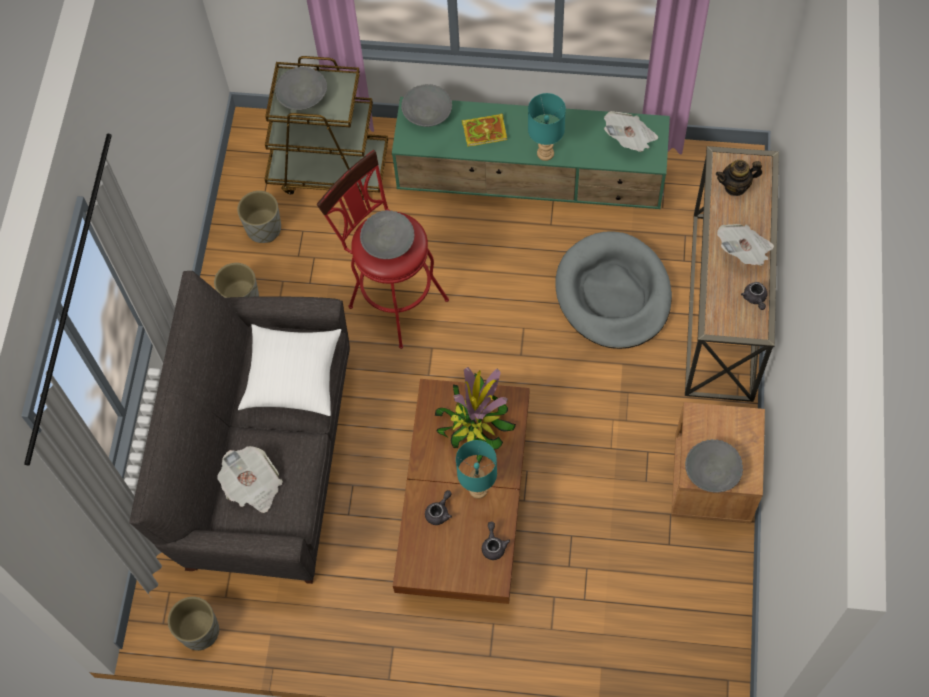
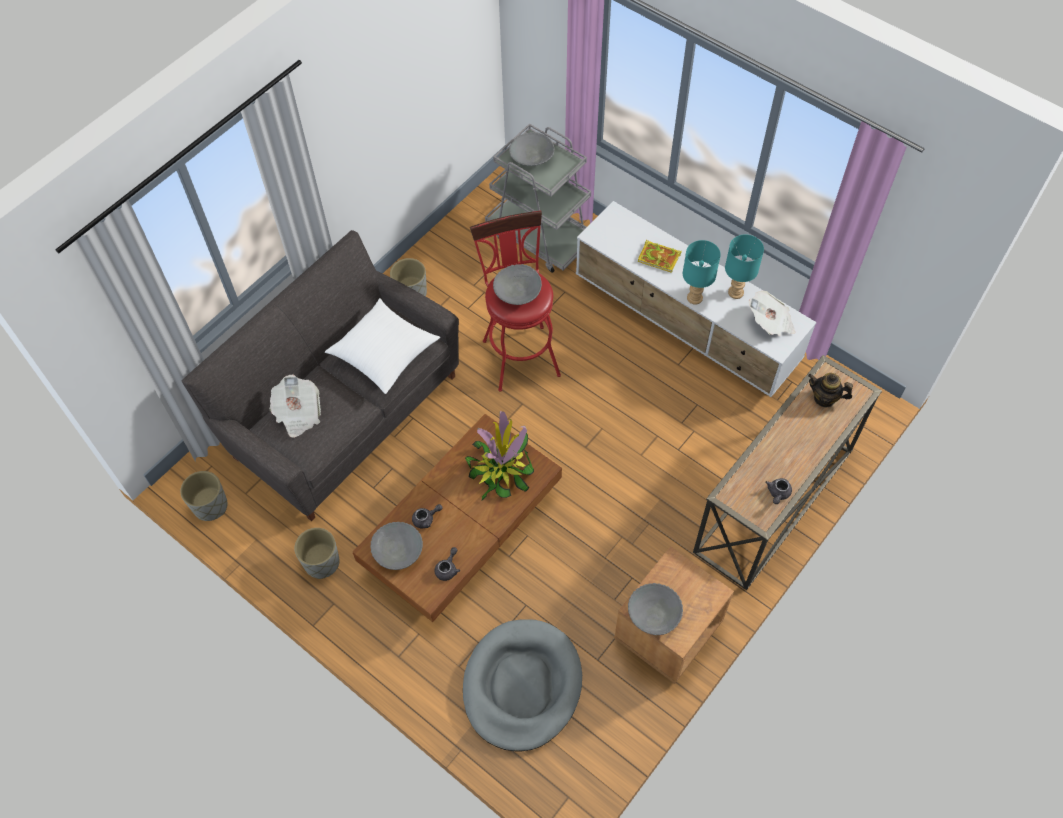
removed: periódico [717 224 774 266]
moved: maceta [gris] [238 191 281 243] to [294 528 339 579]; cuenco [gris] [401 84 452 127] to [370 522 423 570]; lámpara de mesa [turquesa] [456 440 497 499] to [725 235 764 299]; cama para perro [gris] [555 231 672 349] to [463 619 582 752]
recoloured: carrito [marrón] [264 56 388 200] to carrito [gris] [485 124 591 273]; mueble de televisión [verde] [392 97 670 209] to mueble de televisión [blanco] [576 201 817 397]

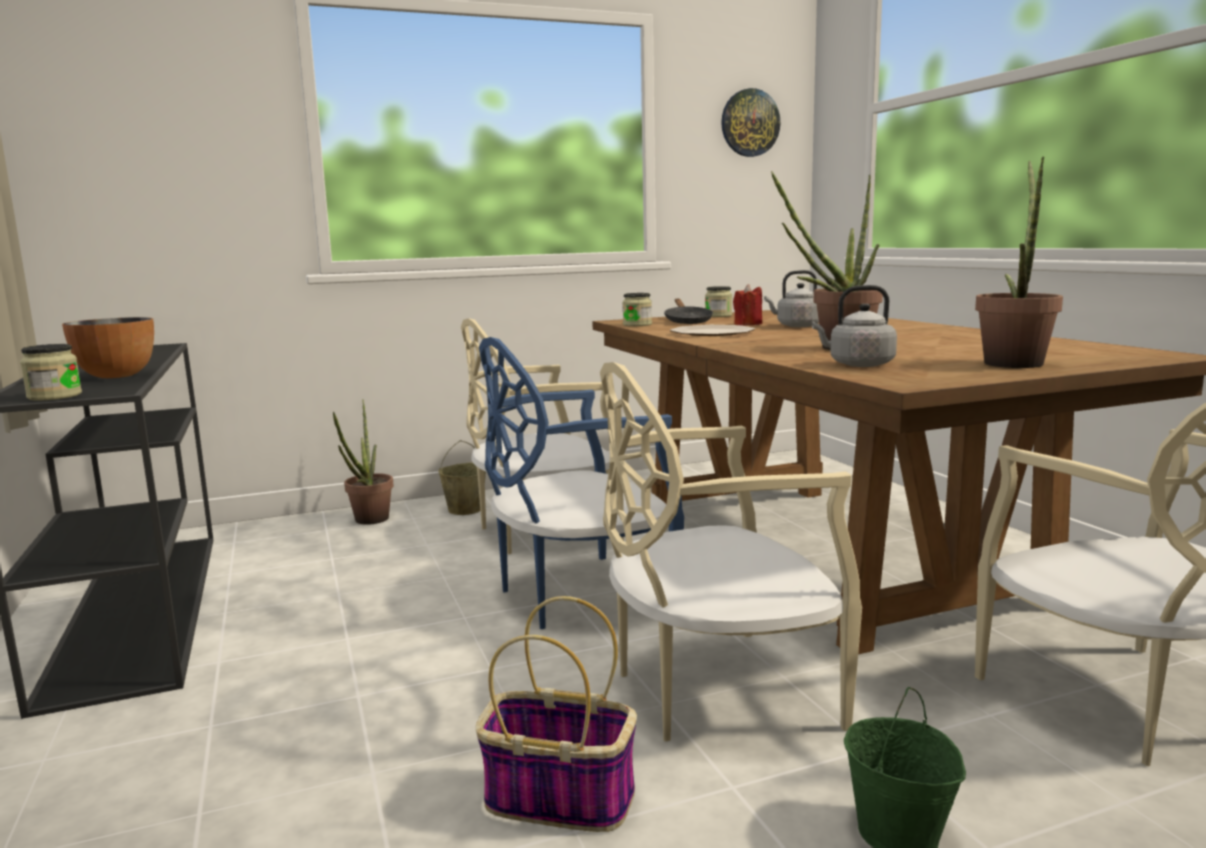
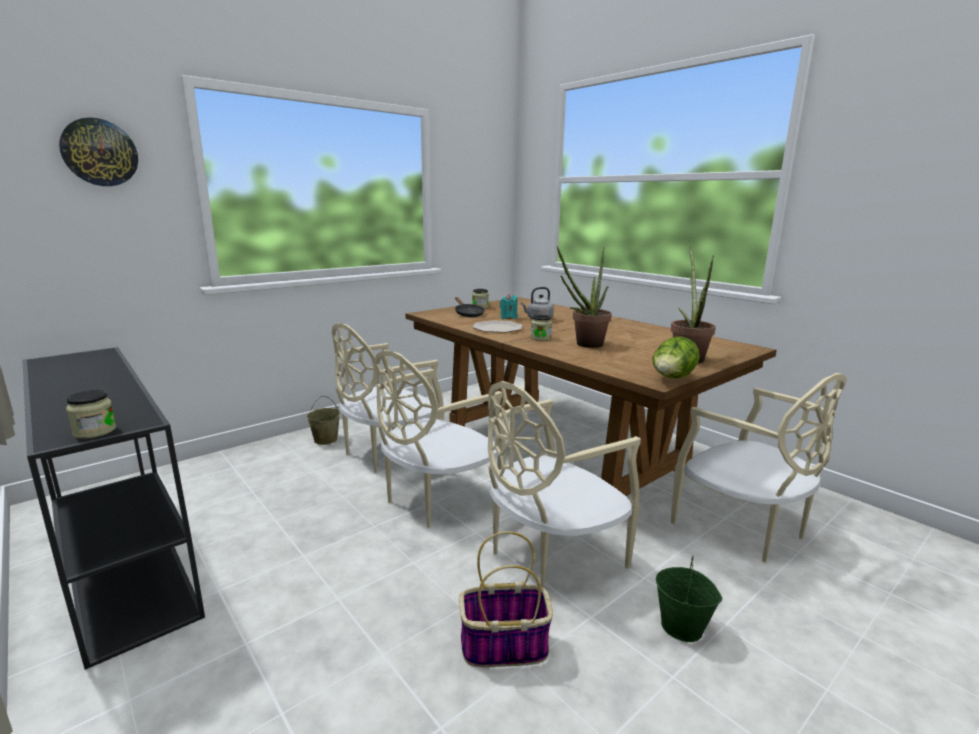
removed: cuenco [62 317 154 378]; planta en maceta [333 400 394 525]; hervidor [gris] [812 285 897 367]
added: lechuga [652 337 700 378]
moved: tarro [623 293 652 326] to [530 315 552 341]; reloj de pared [721 88 780 157] to [59 118 138 186]
recoloured: silla [azul] [479 337 684 629] to silla [beis] [374 350 506 528]; vela [rojo] [733 284 762 326] to vela [turquesa] [500 294 518 319]

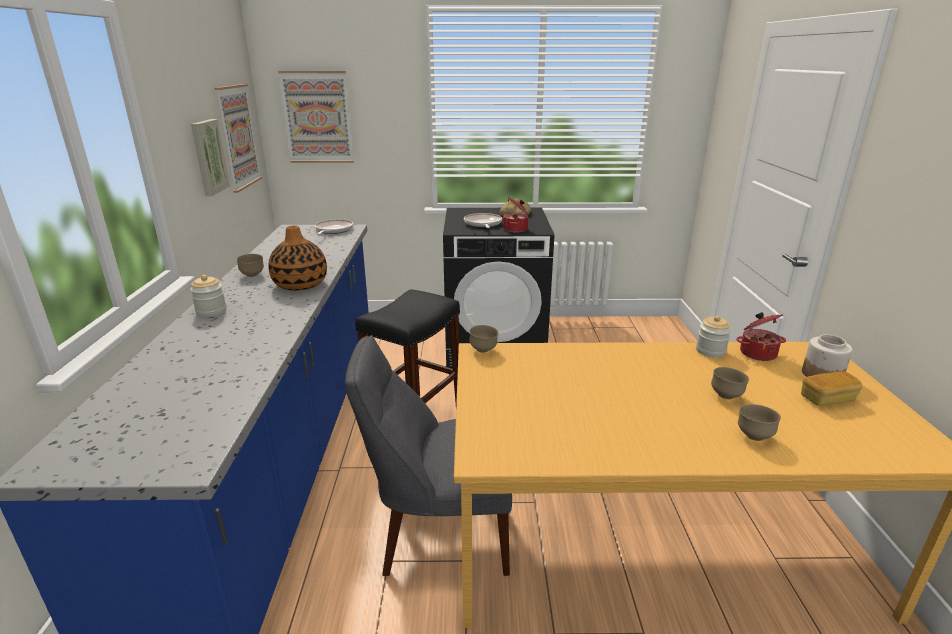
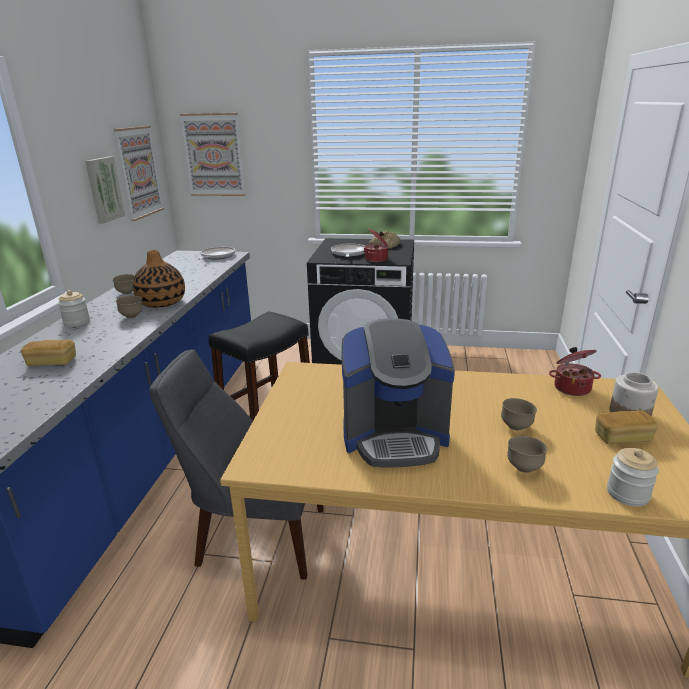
added: pan [21 339 76 366]; cafetera [342 318 455 467]
moved: cuenco [marrón] [470 325 499 353] to [116 296 143 318]; tarro [696 316 731 358] to [607 448 659 507]

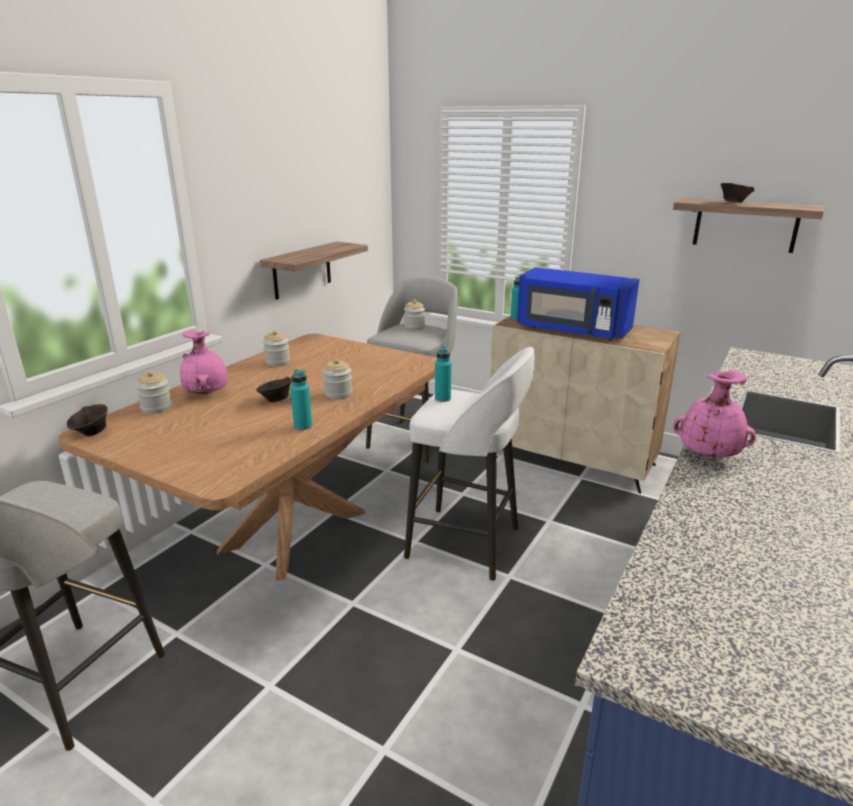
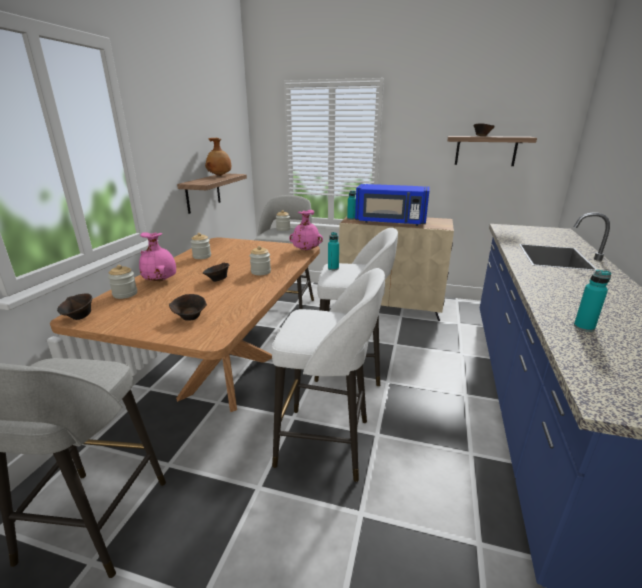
added: cuenco [marrón] [169 294 207 321]; florero [marrón] [205 138 231 176]; taburete [blanco] [272 268 385 482]
moved: botella [turquesa] [290 369 312 430] to [574 270 611 332]; florero [rosa] [673 370 756 458] to [289 210 323 251]

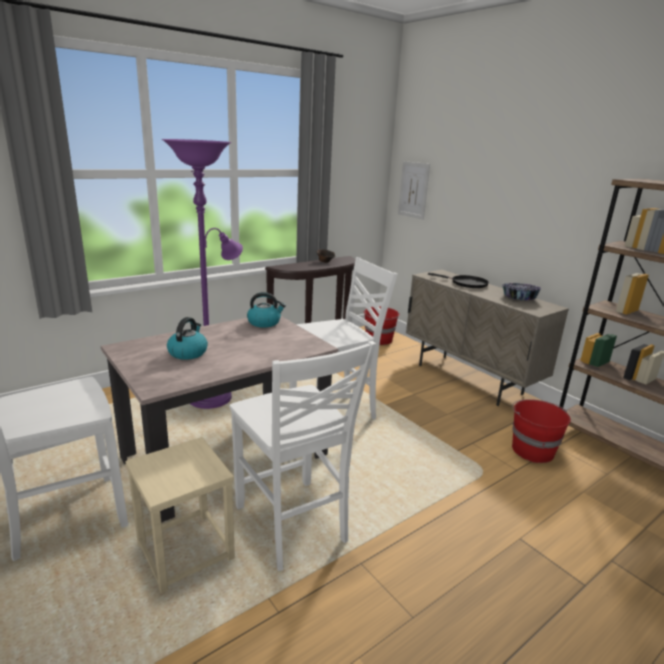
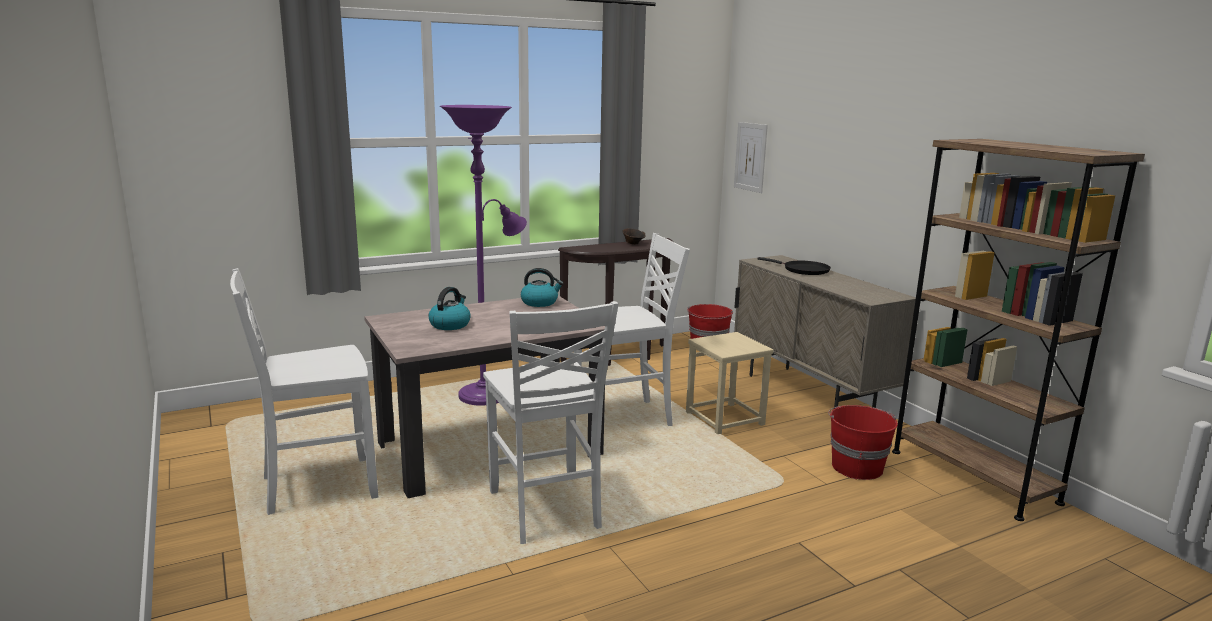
removed: cuenco [502 283 541 300]
moved: taburete [beis] [125 437 235 593] to [686 332 773 434]

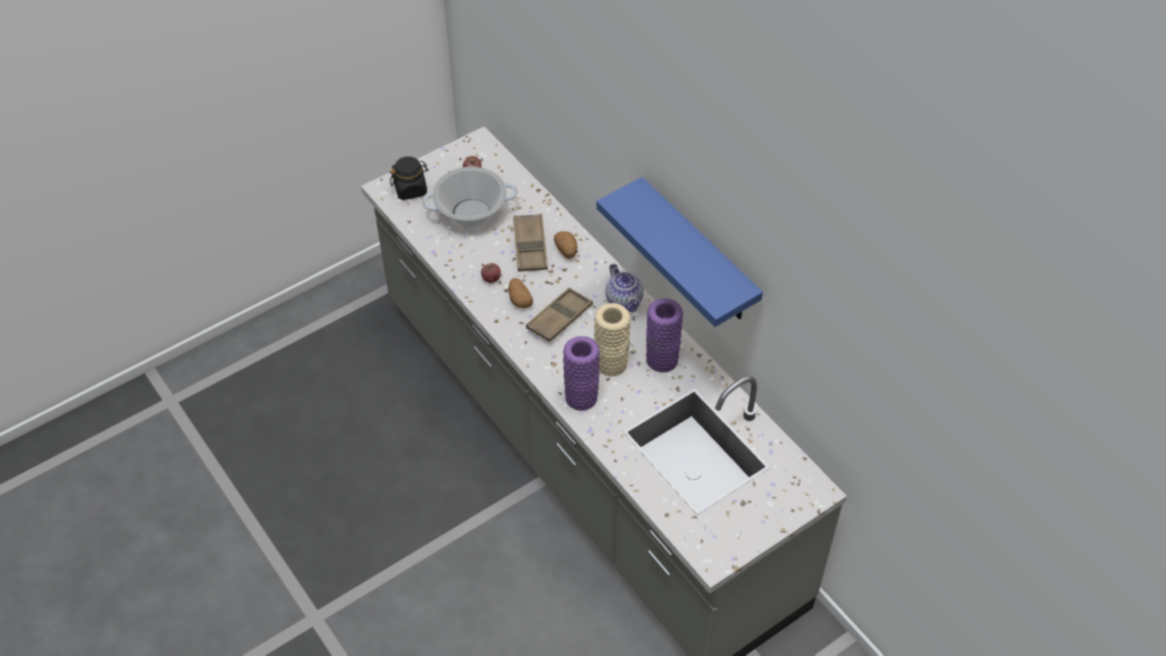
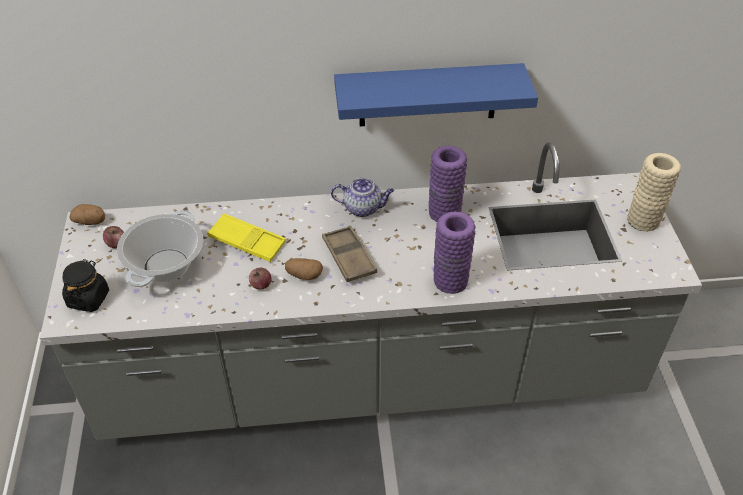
moved: patata [554 231 577 259] to [70 204 105 225]; florero [beis] [594 303 631 377] to [627 153 681 232]
recoloured: bandeja [marrón] [513 214 548 272] to bandeja [amarillo] [207 213 286 262]

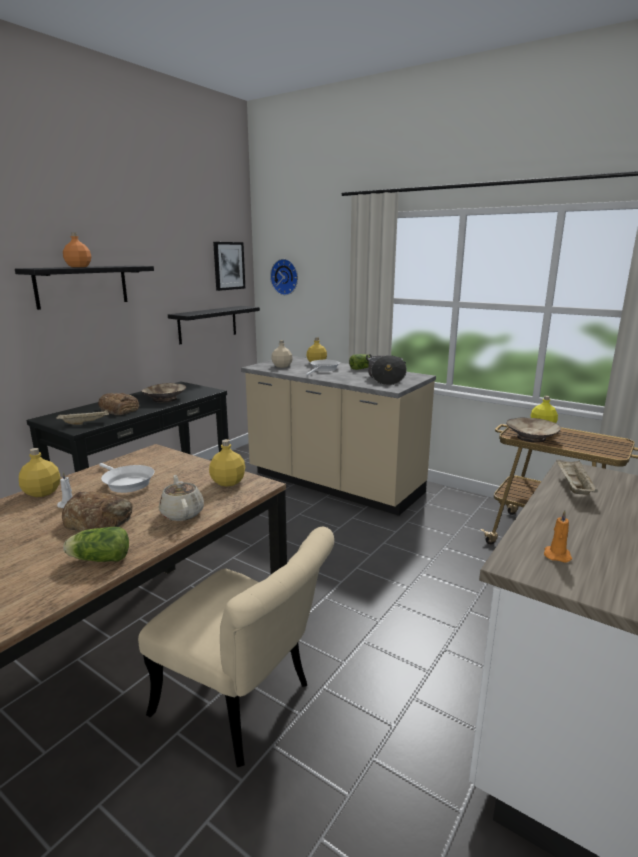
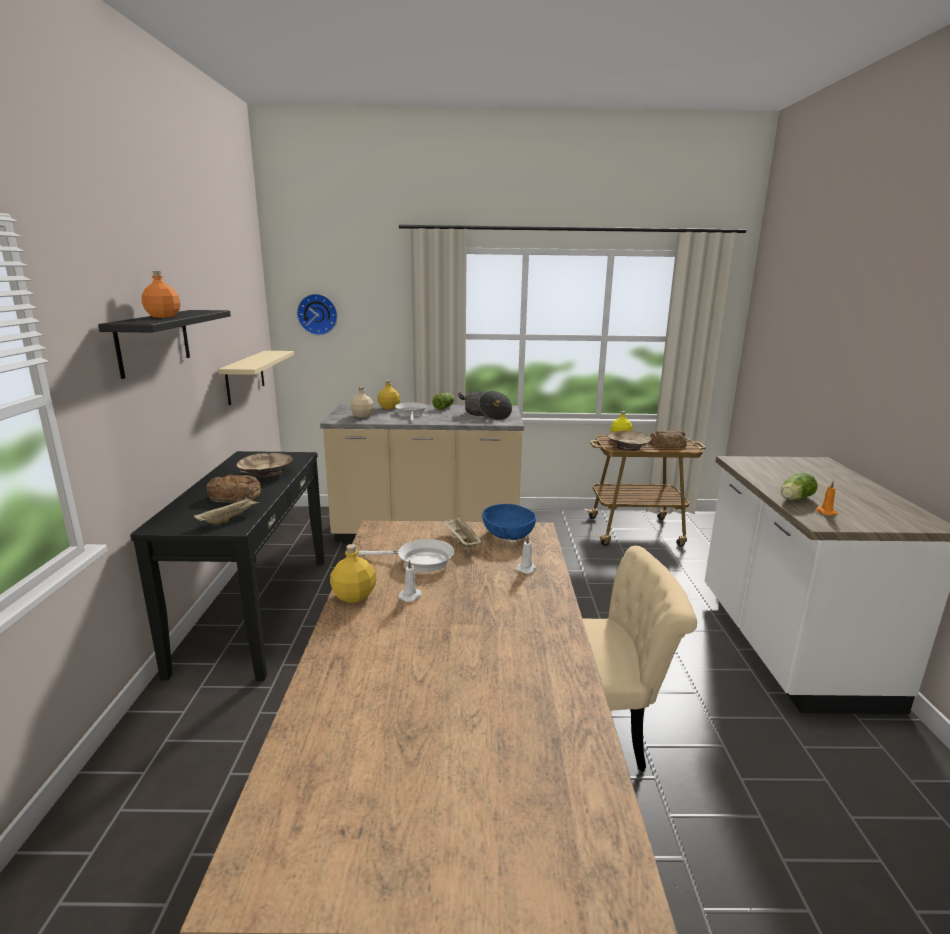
removed: cuadro [213 242 245 291]
moved: pan [62 492 133 532] to [650 430 687 448]; lechuga [63 527 129 562] to [781 473 818 500]; bandeja [beis] [556 460 598 495] to [442 515 483 548]
replaced: tetera [beis] [159 475 204 521] to vela [blanco] [516 536 536 574]; botella [amarillo] [209 439 245 487] to cuenco [azul] [482 504 536 540]
recoloured: estante [negro] [168 306 260 344] to estante [beis] [218 351 294 405]

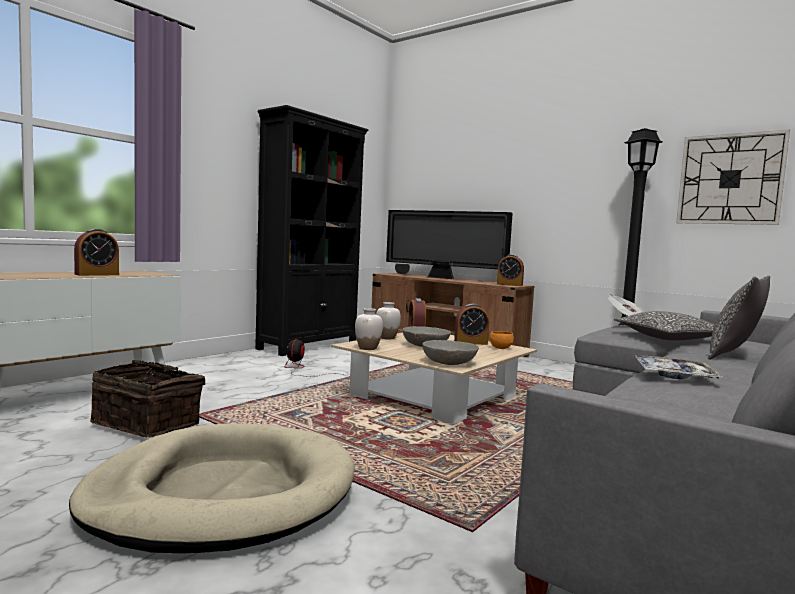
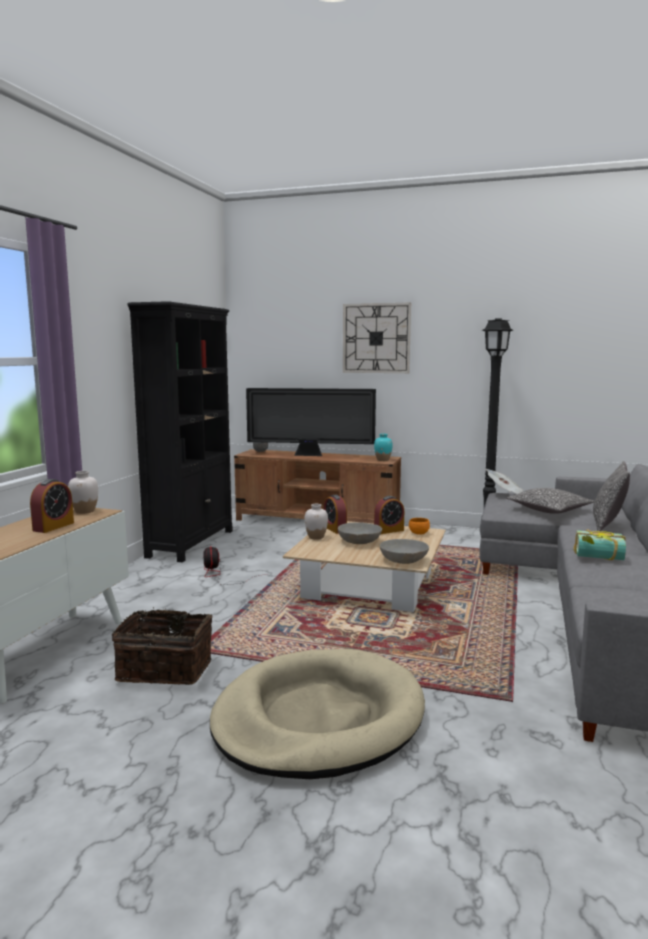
moved: florero [blanco] [355 308 383 350] to [68 471 98 514]; reloj de pared [676 130 790 225] to [343 303 411 373]
replaced: despertador [497 255 524 286] to florero [turquesa] [374 434 392 461]; bandeja [635 355 723 379] to libro [573 529 626 560]

